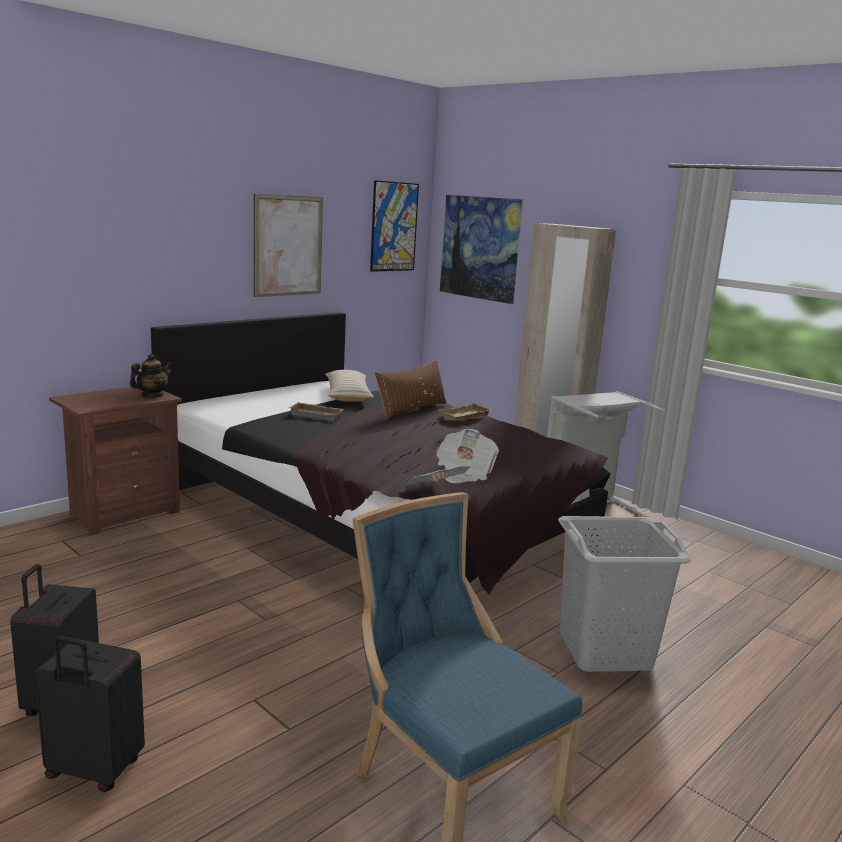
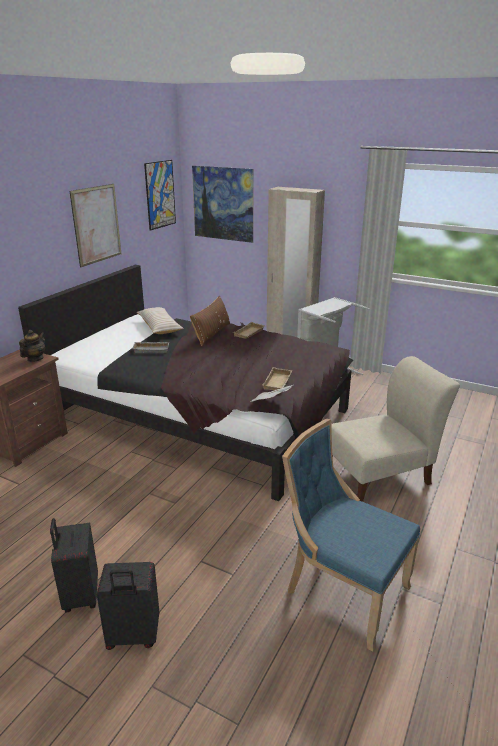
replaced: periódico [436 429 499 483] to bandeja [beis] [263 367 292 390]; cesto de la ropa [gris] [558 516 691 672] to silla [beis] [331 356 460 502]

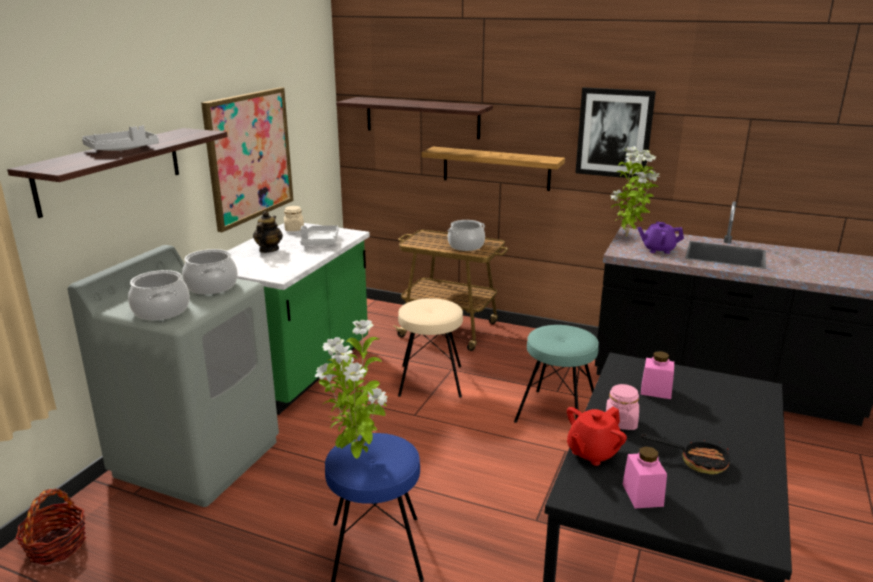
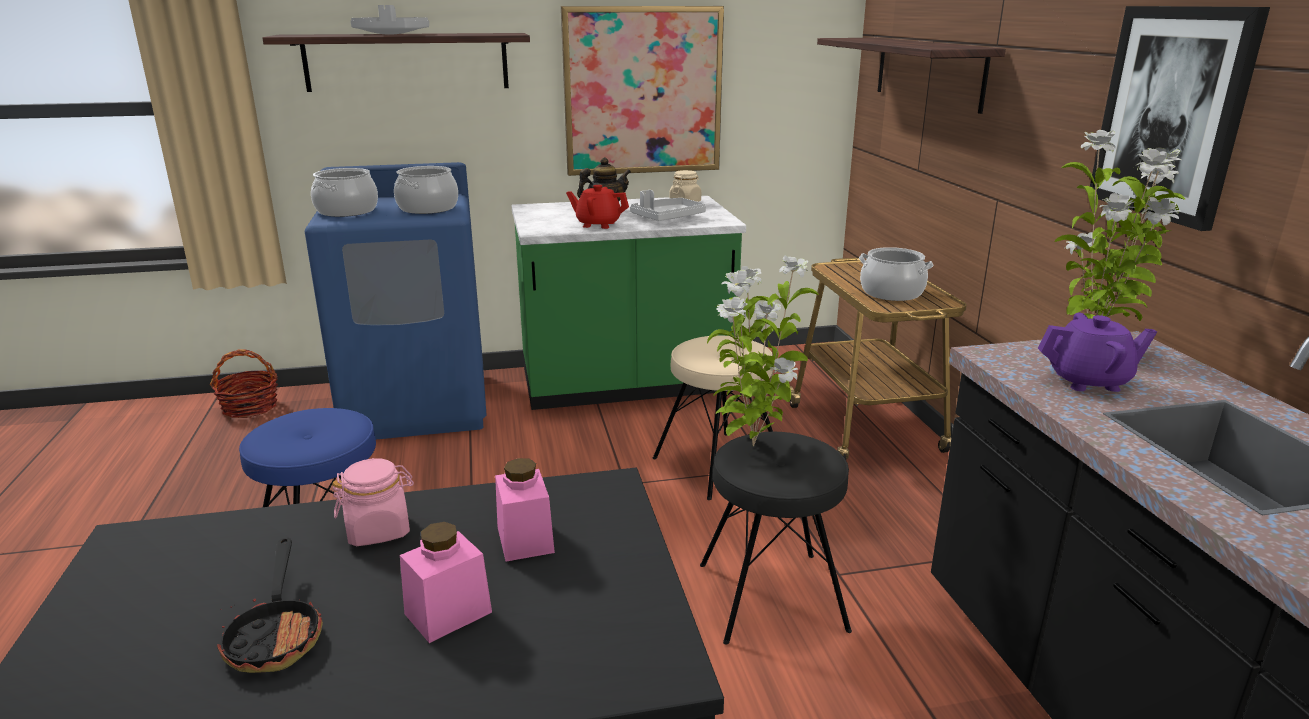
removed: estante [422 147 565 191]
moved: planta en maceta [315 320 388 459] to [707 255 819 446]; tetera [rojo] [567 407 627 466] to [566 185 629 229]; tarro [rosa] [622 446 667 508] to [400 522 492 643]
recoloured: lavadora [gris] [68 245 279 507] to lavadora [azul] [305 162 486 439]; taburete [turquesa] [514 325 599 423] to taburete [negro] [700 432 852 645]
turned: tetera [morado] [637 222 684 254] = [1038 312 1157 392] 120 degrees clockwise

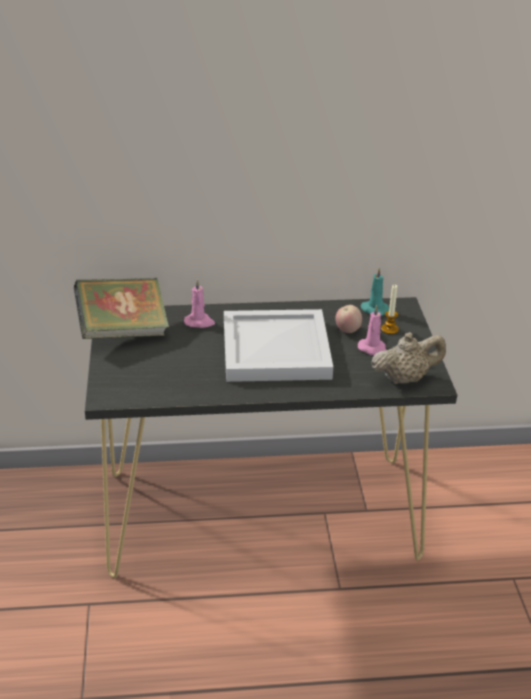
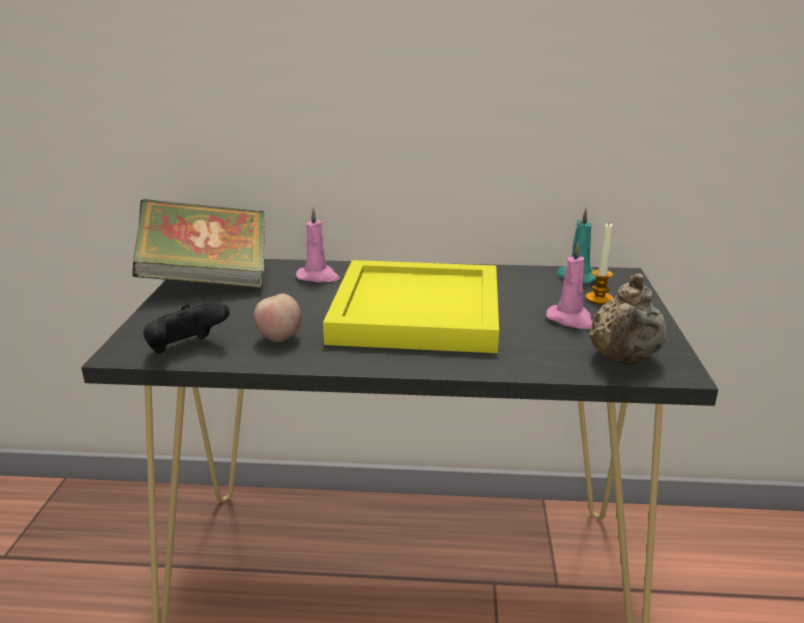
added: mando de consola [negro] [143 302 230 353]
moved: manzana [335 305 362 333] to [254 294 301 342]
recoloured: bandeja [blanco] [224 309 333 382] to bandeja [amarillo] [323 260 499 353]
turned: tetera [beis] [371 332 446 384] = [589 273 666 365] 120 degrees clockwise

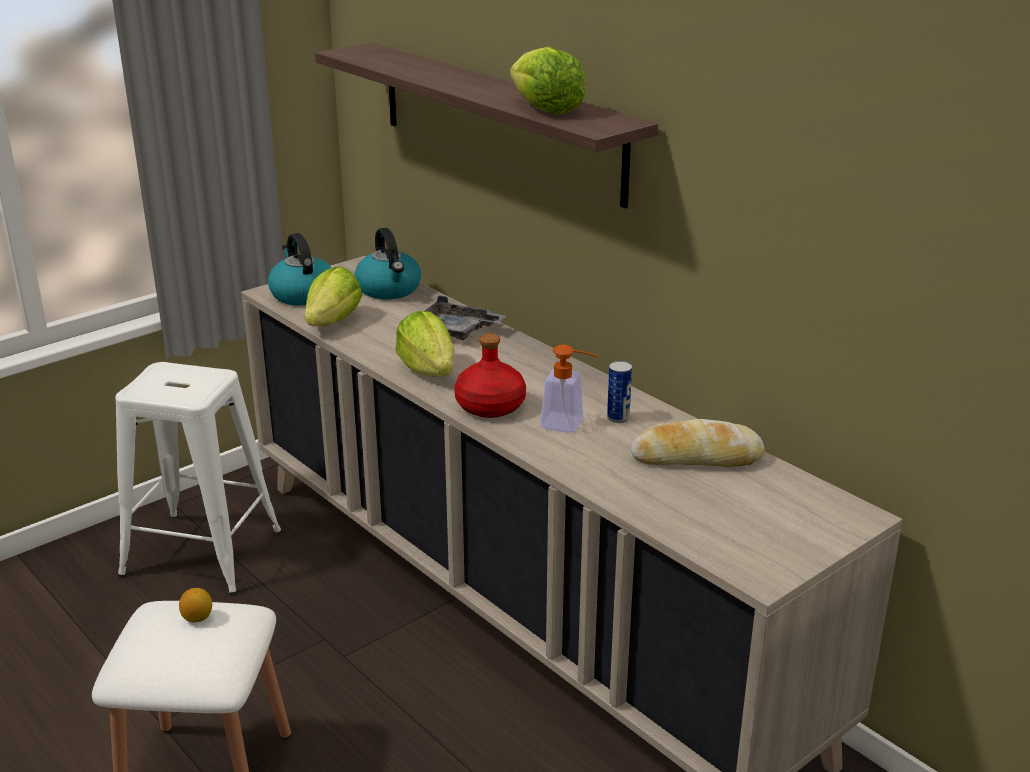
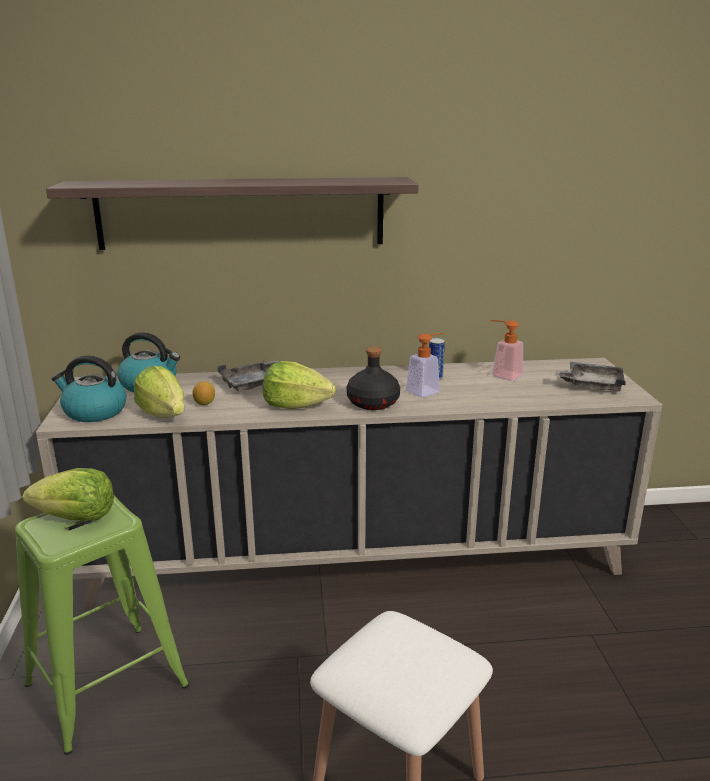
added: bandeja [gris] [555 362 625 391]
moved: limón [179 588 212 623] to [193 382 215 405]; lechuga [510 46 585 114] to [23 468 114 521]
replaced: pan [631 419 765 467] to dispensador de jabón [490 320 523 381]
recoloured: taburete [blanco] [115 362 282 595] to taburete [verde] [15 495 189 755]; botella [rojo] [454 334 526 418] to botella [negro] [347 347 400 410]

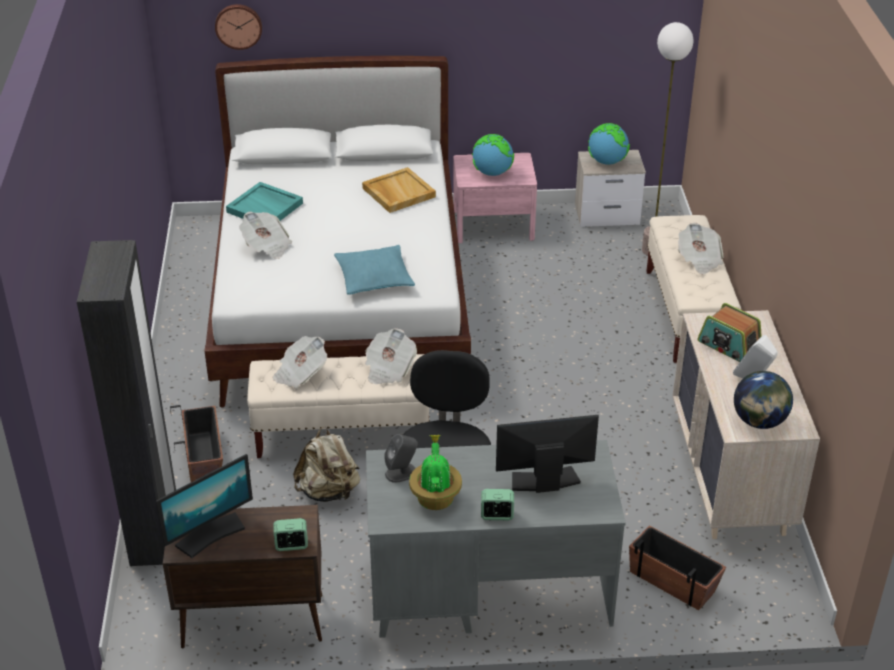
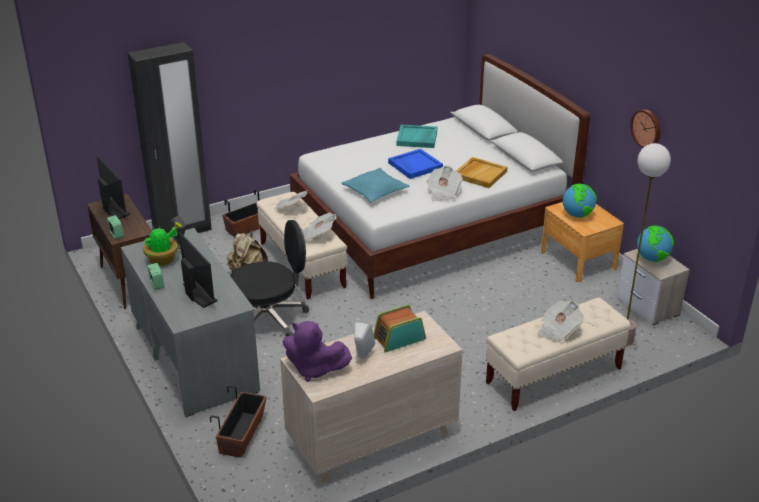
added: bandeja [azul] [388 149 443 179]
moved: reloj de pared [215 4 262 50] to [630 109 661 148]; periódico [239 212 292 259] to [427 166 463 201]
replaced: globo terráqueo [734 371 793 429] to peluche [morado] [283 321 352 382]
recoloured: mesita de noche [rosa] [453 153 537 243] to mesita de noche [marrón] [541 202 624 282]
turned: monitor [156 454 253 558] = [97 156 130 219] 150 degrees counterclockwise; radio [697 303 762 362] = [374 305 426 352] 45 degrees clockwise

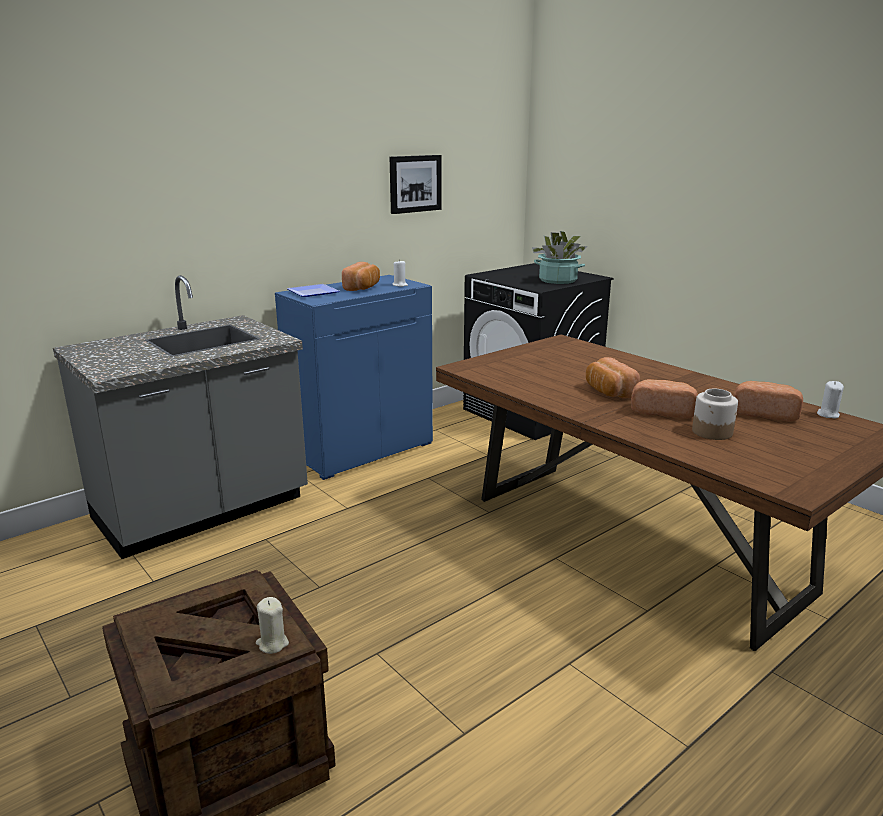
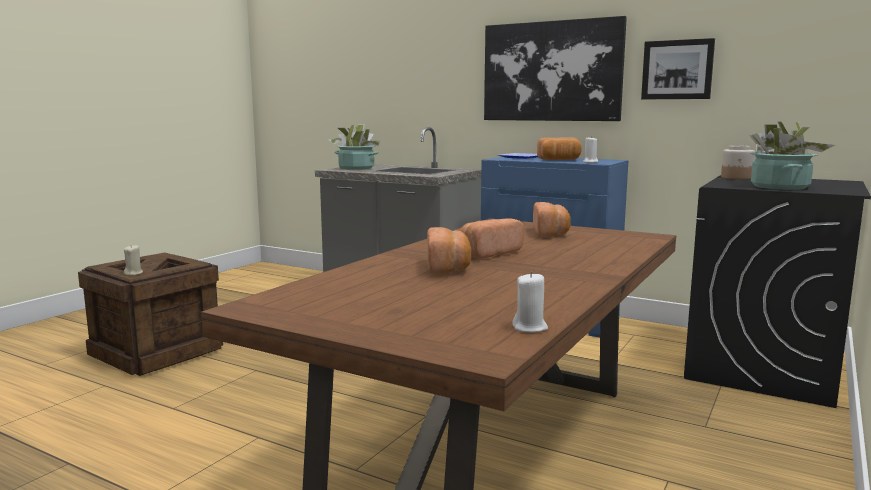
added: planta en maceta [329 125 380 170]; cuadro [484 16 627 121]
moved: tarro [692 389 738 440] to [721 145 755 179]; pan [734 381 803 421] to [533 202 571 237]

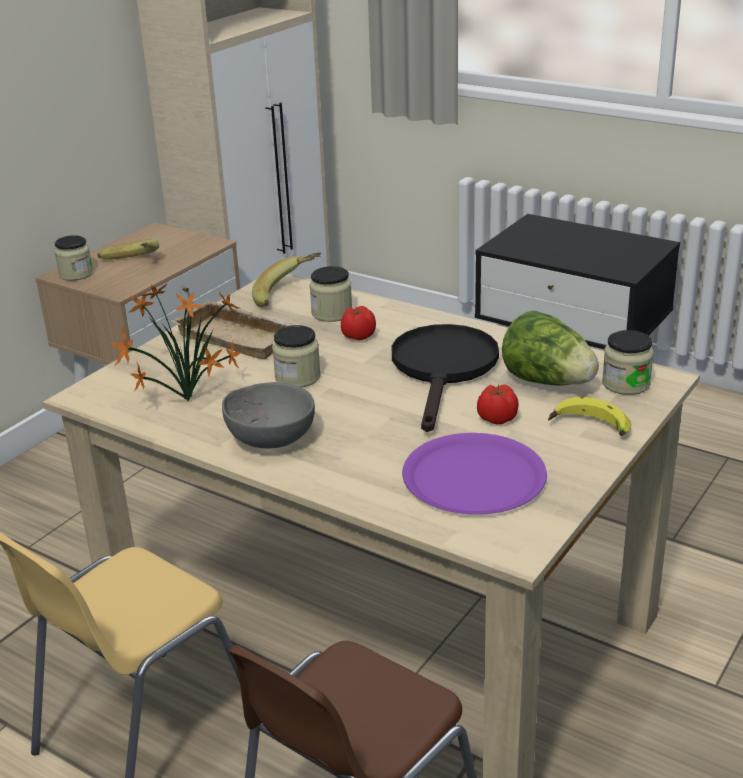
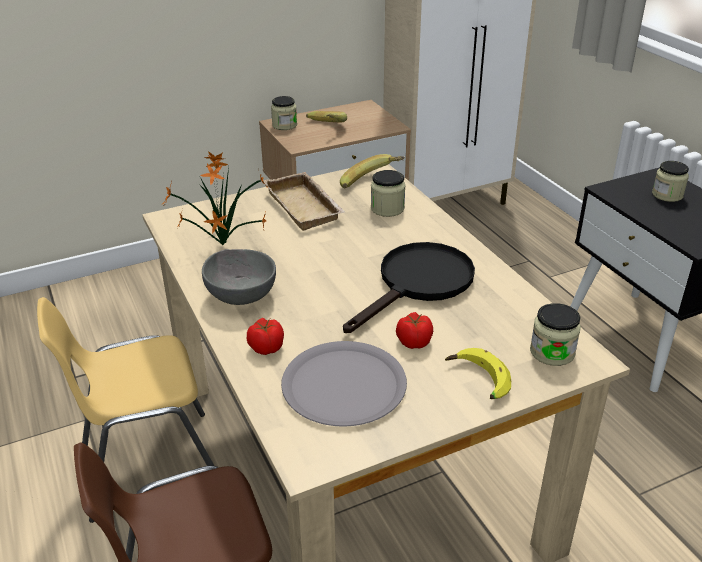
removed: lechuga [502 311 599 386]
moved: tarro [272 325 321 387] to [652 161 689 202]; tomate [341 306 376 340] to [247 318 284 355]
recoloured: plato [morado] [402 433 547 515] to plato [gris] [281 341 407 426]

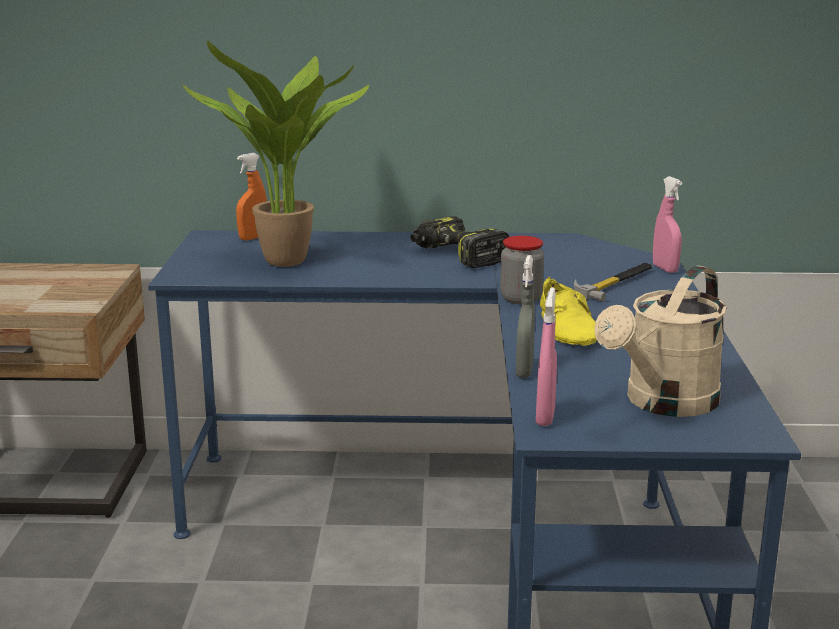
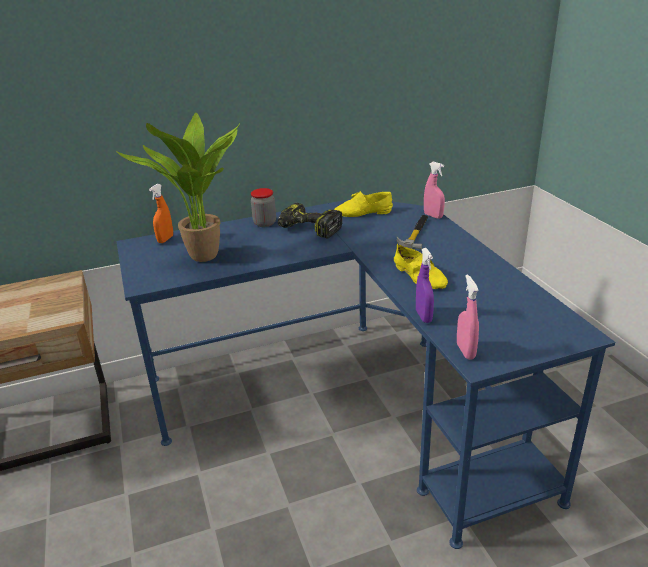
removed: regadera [beis] [595 266 727 417]
added: zapato [amarillo] [334 191 393 217]
moved: tarro [500 236 544 304] to [251 188 276 227]
recoloured: pulverizador [gris] [516 255 535 378] to pulverizador [morado] [416 248 434 323]

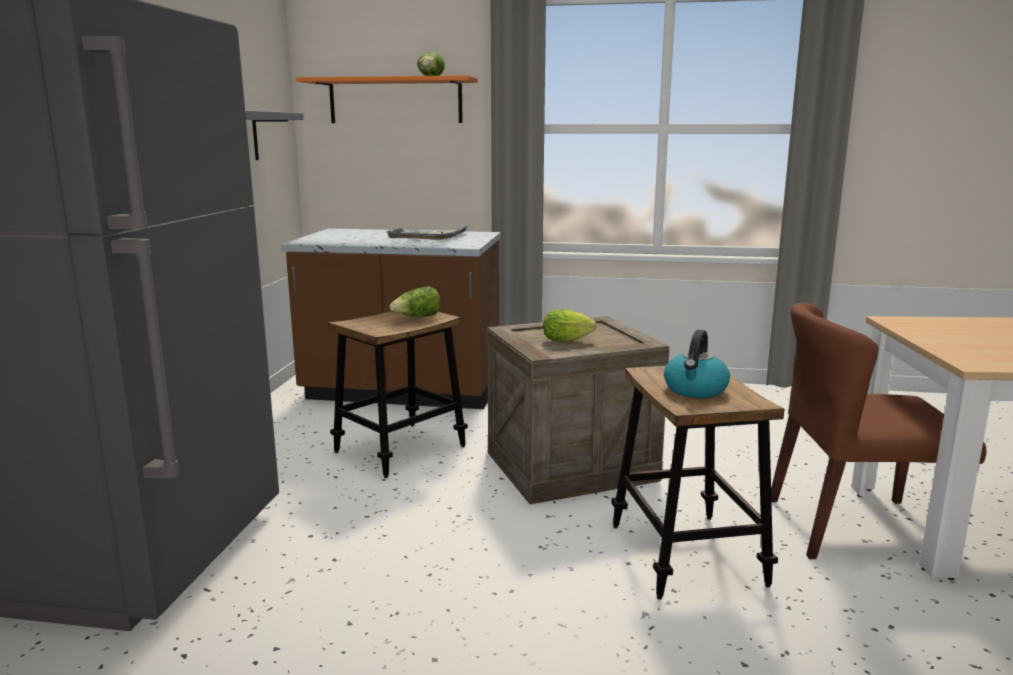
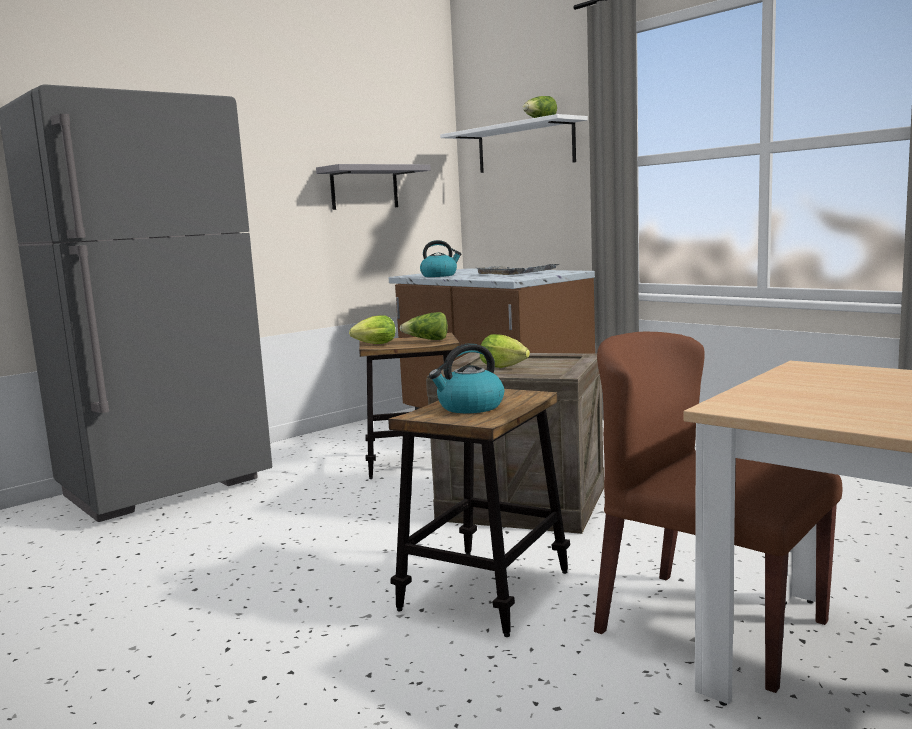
added: lechuga [349 315 395 344]; hervidor [420 240 462 277]
recoloured: estante [naranja] [296 75 478 123] to estante [blanco] [440 114 588 173]

